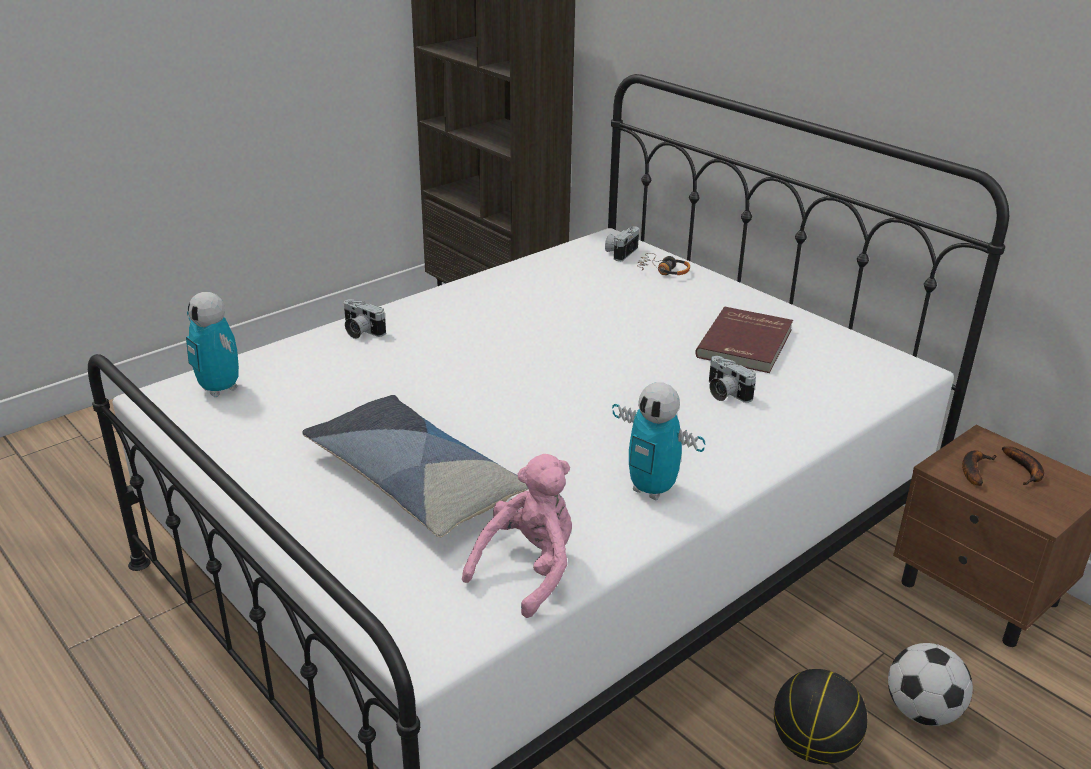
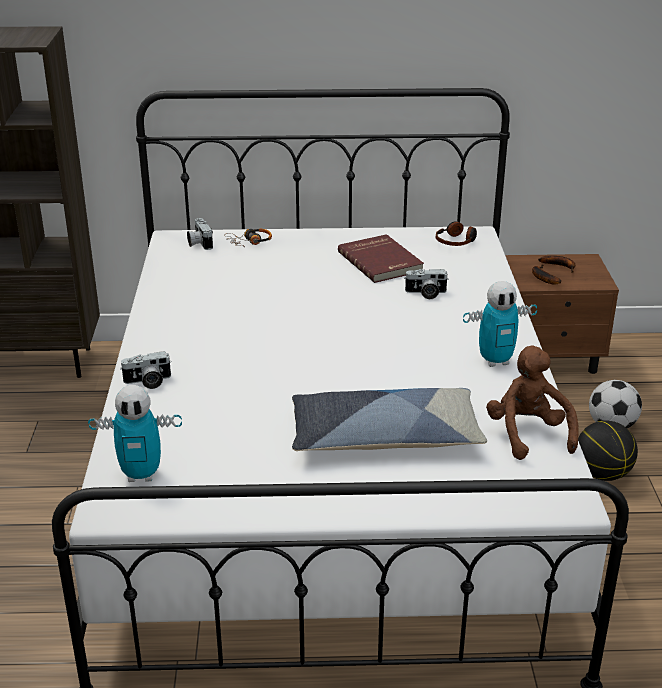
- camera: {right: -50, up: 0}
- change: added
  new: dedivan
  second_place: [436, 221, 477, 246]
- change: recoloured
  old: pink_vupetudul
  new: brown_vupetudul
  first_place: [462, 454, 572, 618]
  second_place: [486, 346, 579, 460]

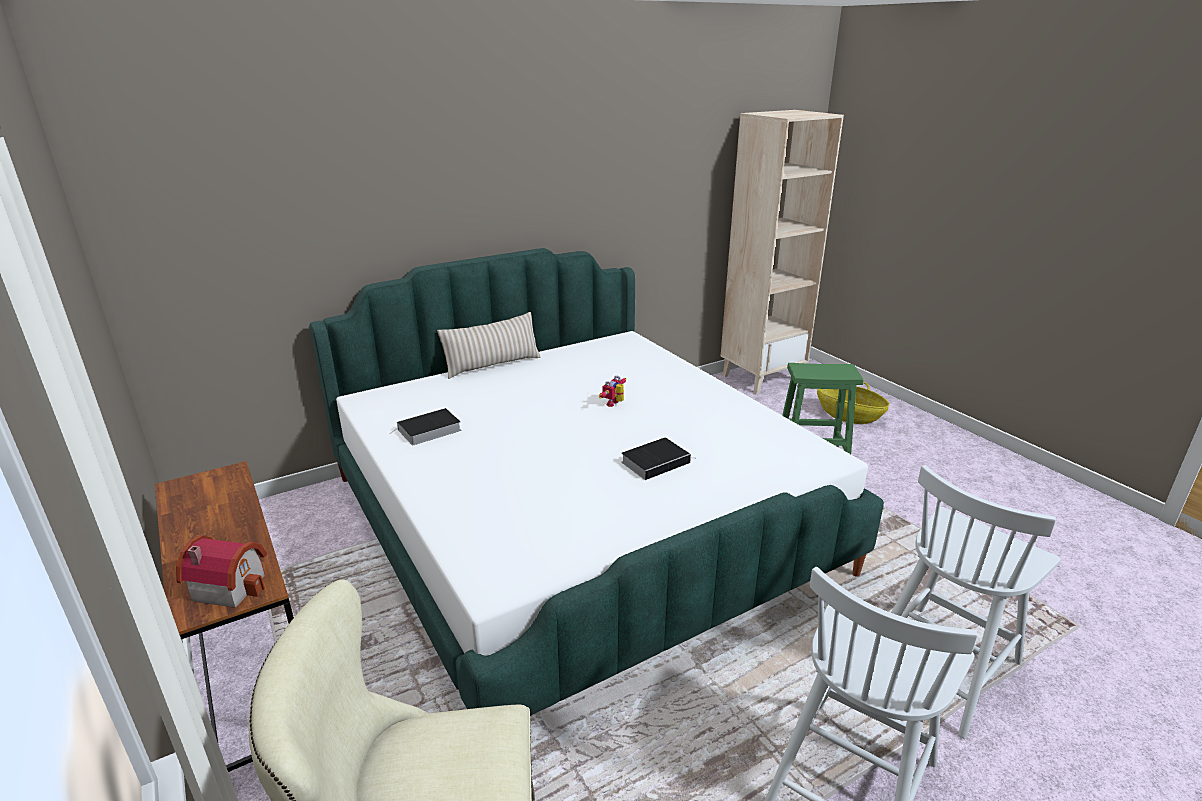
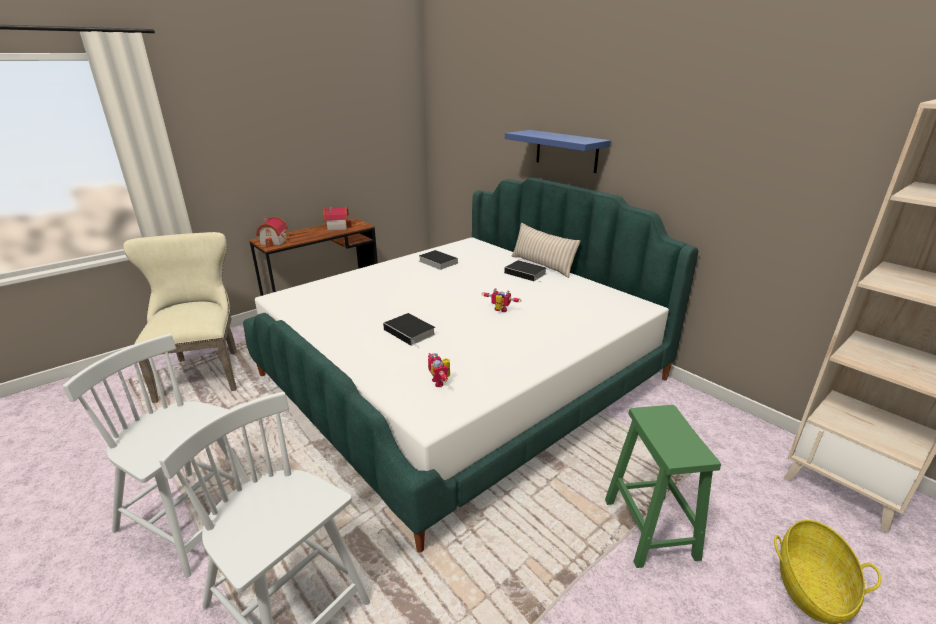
- camera: {right: 80, up: 0}
- change: added
  new: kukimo
  second_place: [323, 207, 352, 231]
- change: added
  new: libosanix
  second_place: [428, 353, 450, 387]
- change: added
  new: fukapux
  second_place: [504, 260, 546, 281]
- change: added
  new: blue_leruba
  second_place: [505, 130, 611, 173]

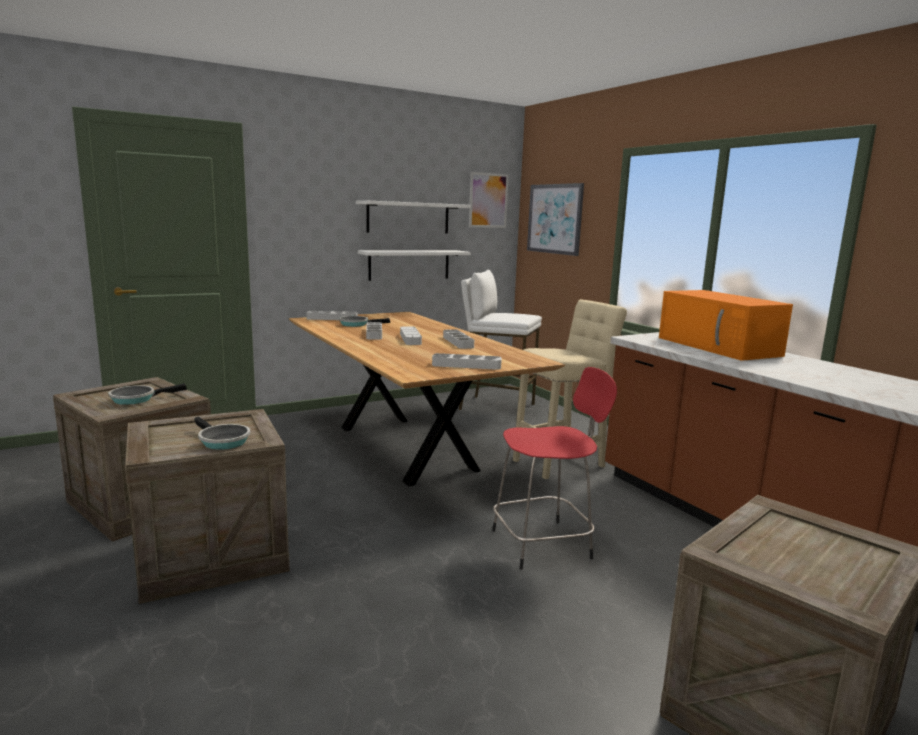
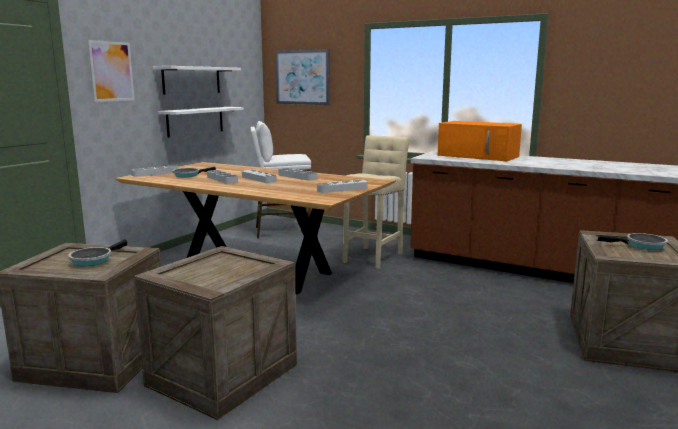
- camera: {right: -30, up: 0}
- change: removed
  old: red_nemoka
  first_place: [492, 367, 617, 570]
- change: moved
  old: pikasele
  first_place: [194, 417, 250, 450]
  second_place: [597, 233, 668, 250]
- change: moved
  old: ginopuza
  first_place: [469, 172, 509, 228]
  second_place: [87, 40, 135, 102]

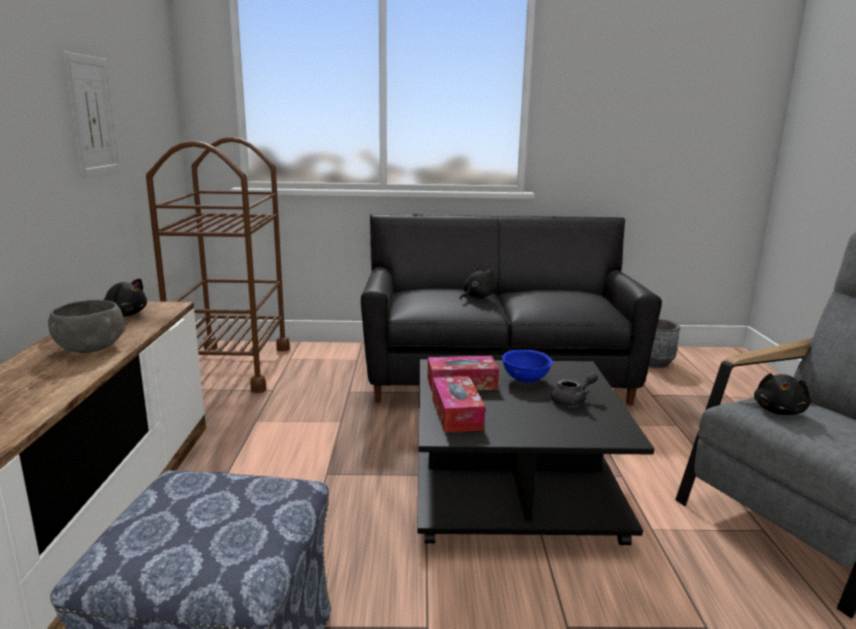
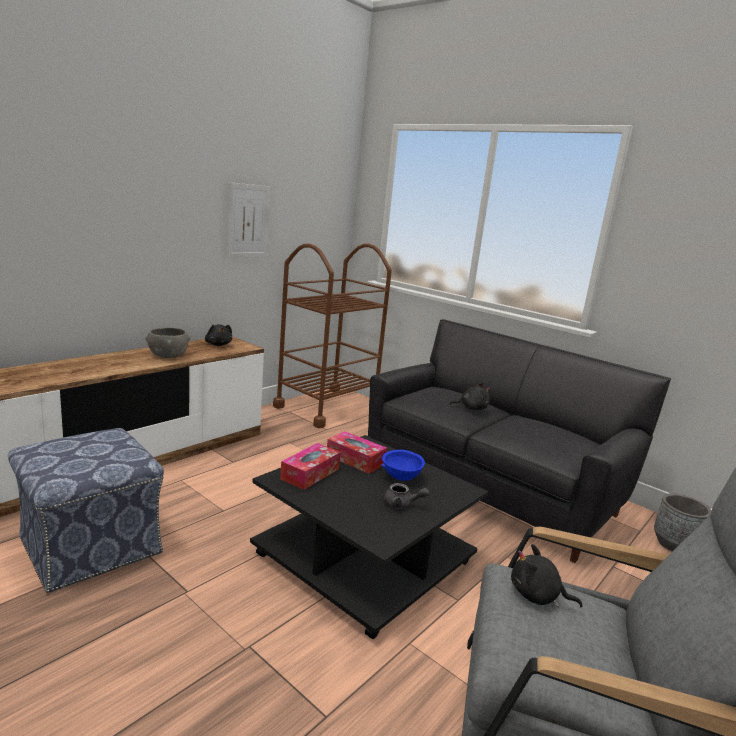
- camera: {right: 40, up: 0}
- change: turned
  old: black_vupetudul
  first_place: [754, 373, 811, 415]
  second_place: [511, 544, 583, 608]
  degrees: 45

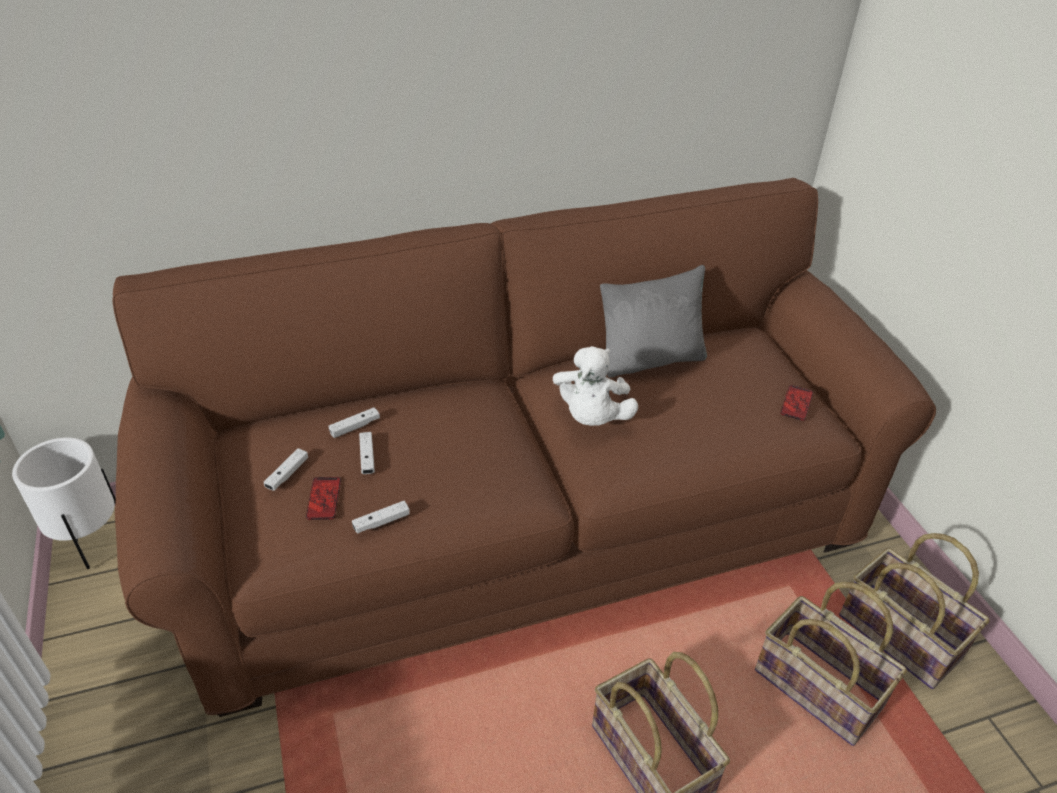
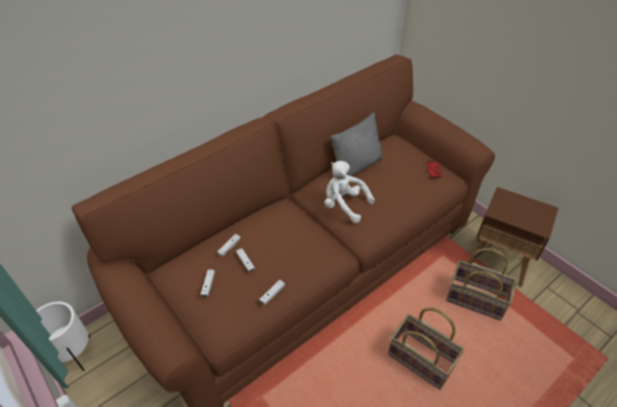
- camera: {right: -20, up: 5}
- change: removed
  old: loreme
  first_place: [306, 477, 341, 520]
- change: replaced
  old: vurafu
  new: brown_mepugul
  first_place: [839, 533, 990, 689]
  second_place: [467, 187, 558, 287]
- change: turned
  old: white_vupetudul
  first_place: [553, 346, 638, 426]
  second_place: [324, 161, 375, 223]
  degrees: 135

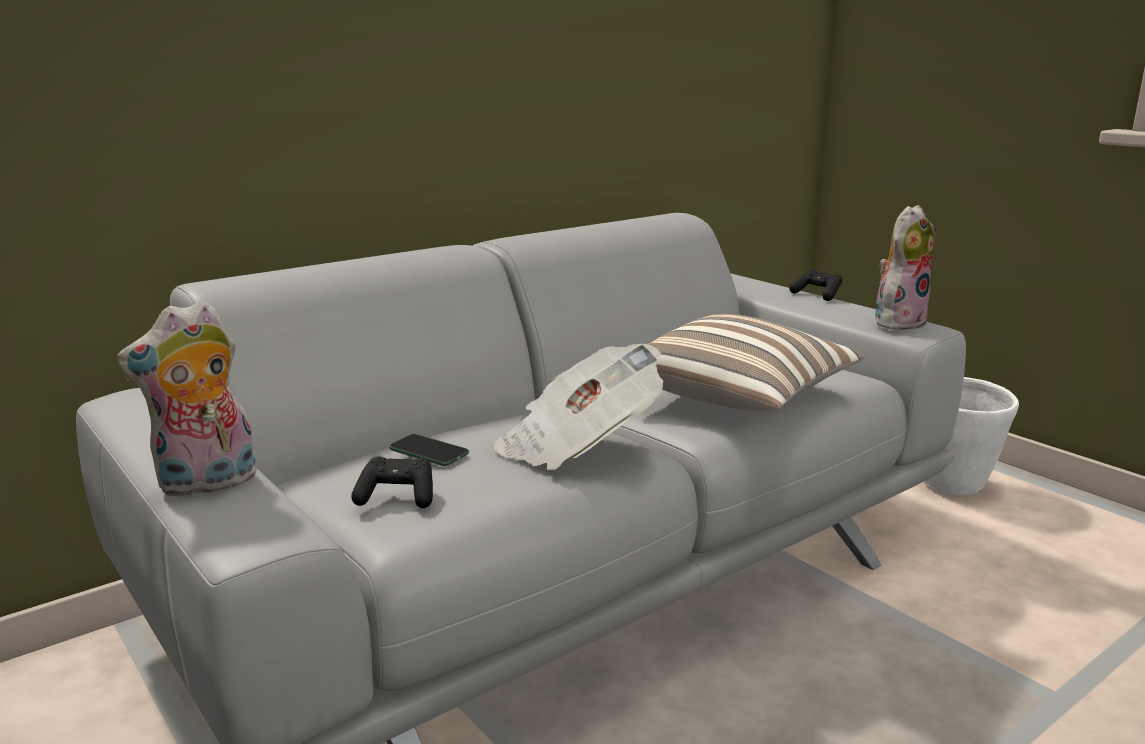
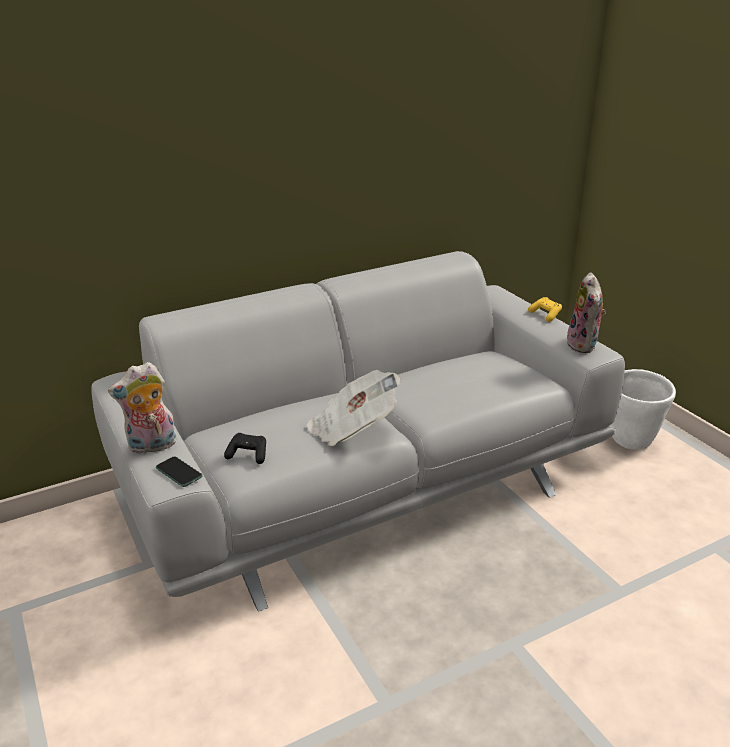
- camera: {right: 10, up: 10}
- change: removed
  old: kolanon
  first_place: [649, 314, 865, 411]
- change: moved
  old: loreme
  first_place: [389, 434, 469, 466]
  second_place: [156, 456, 203, 487]
- change: recoloured
  old: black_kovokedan
  new: yellow_kovokedan
  first_place: [789, 270, 842, 301]
  second_place: [528, 297, 562, 322]
- change: turned
  old: vupetudul
  first_place: [875, 205, 936, 330]
  second_place: [567, 272, 606, 353]
  degrees: 120

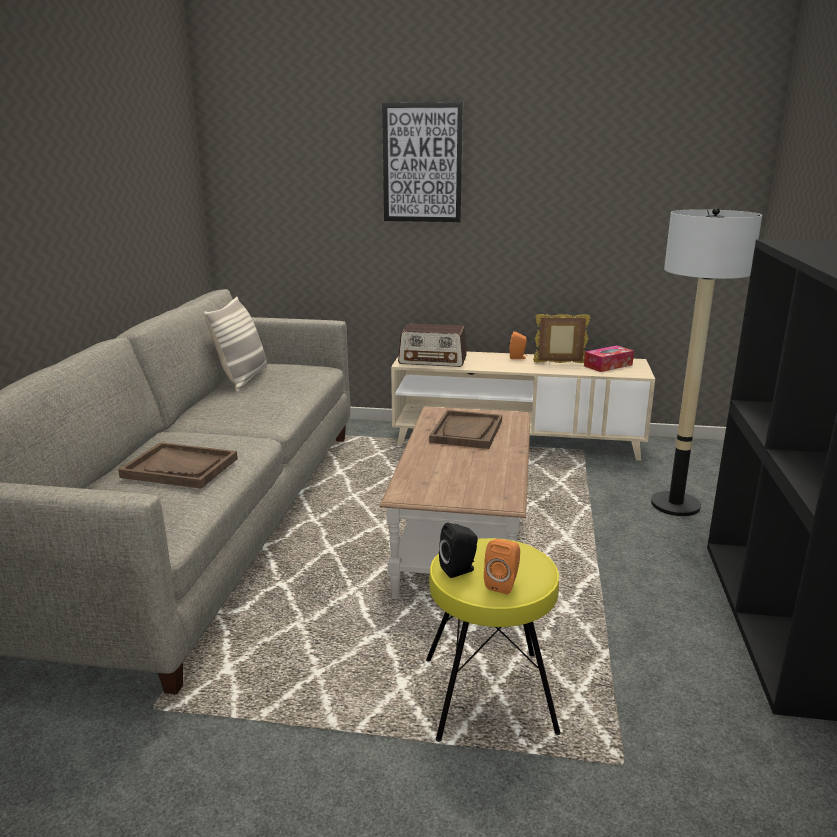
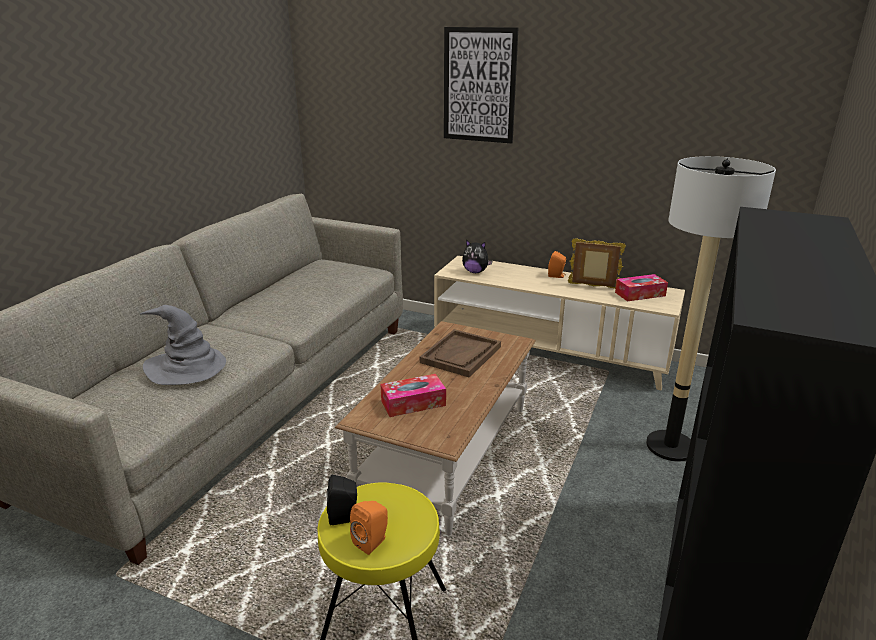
- camera: {right: 15, up: 5}
- change: removed
  old: kolanon
  first_place: [203, 296, 267, 392]
- change: added
  new: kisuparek
  second_place: [380, 374, 446, 417]
- change: replaced
  old: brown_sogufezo
  new: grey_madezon
  first_place: [118, 442, 238, 489]
  second_place: [140, 305, 226, 385]
- change: replaced
  old: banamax
  new: vupetudul
  first_place: [398, 324, 467, 367]
  second_place: [462, 240, 493, 273]

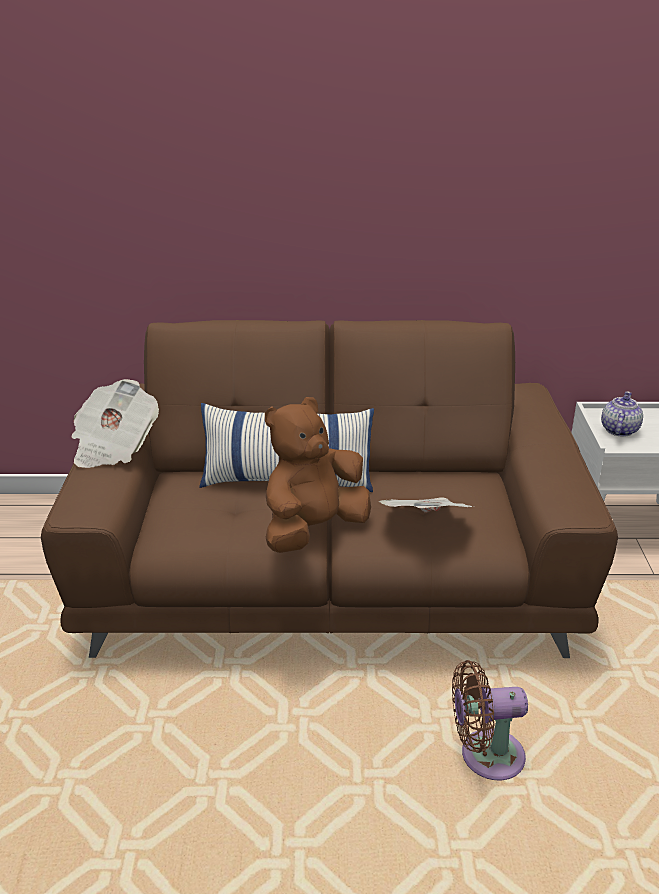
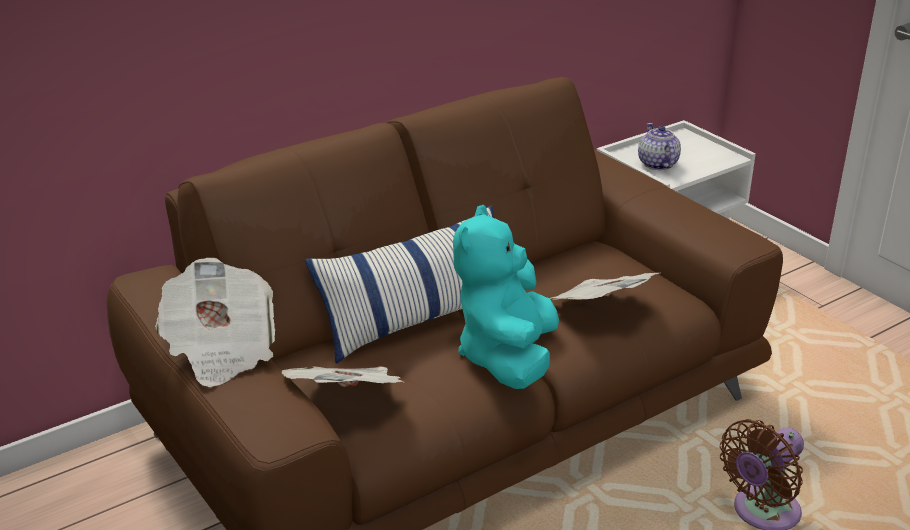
- camera: {right: -35, up: 0}
- change: added
  new: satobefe
  second_place: [282, 367, 404, 387]
- change: recoloured
  old: brown_vupetudul
  new: turquoise_vupetudul
  first_place: [265, 397, 371, 553]
  second_place: [453, 205, 559, 389]

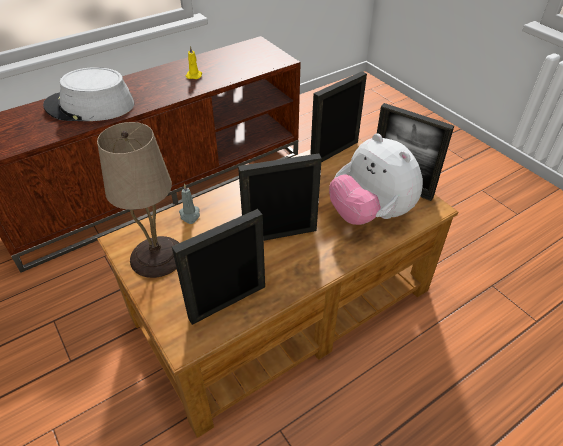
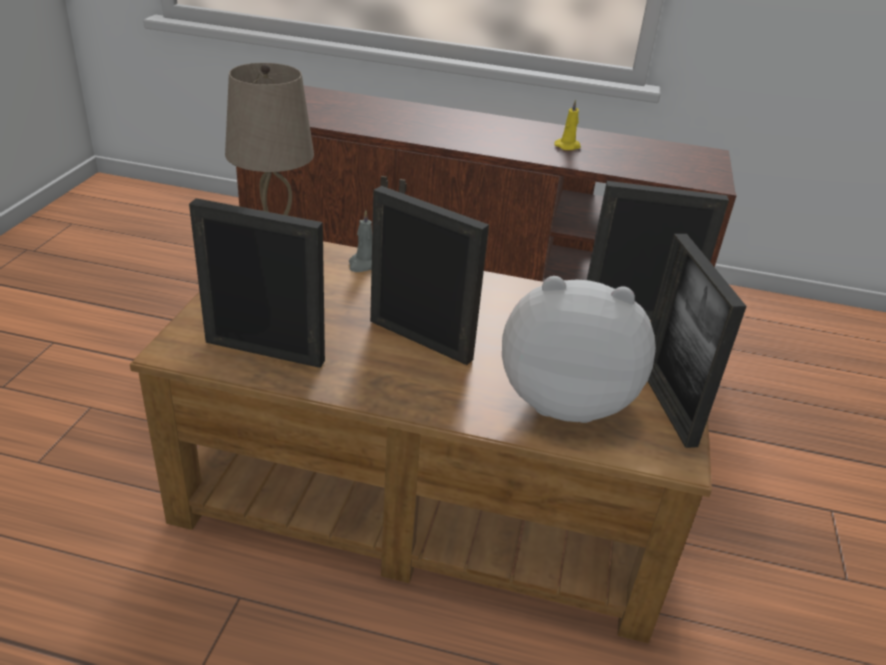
- camera: {right: 45, up: -10}
- change: removed
  old: grey_madezon
  first_place: [43, 67, 135, 121]
- change: turned
  old: vupetudul
  first_place: [329, 133, 423, 225]
  second_place: [502, 276, 656, 423]
  degrees: 90

